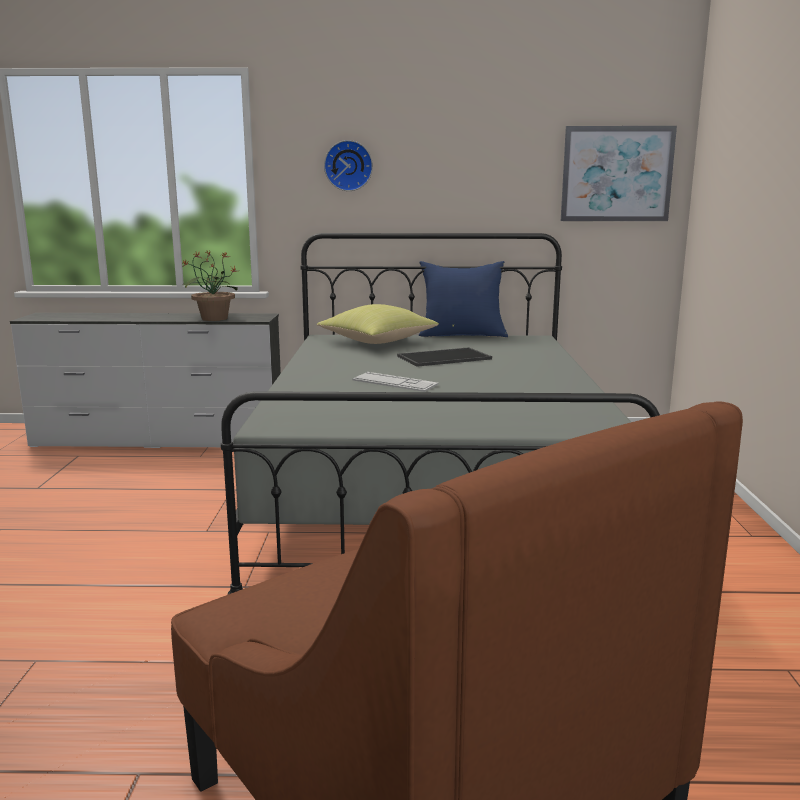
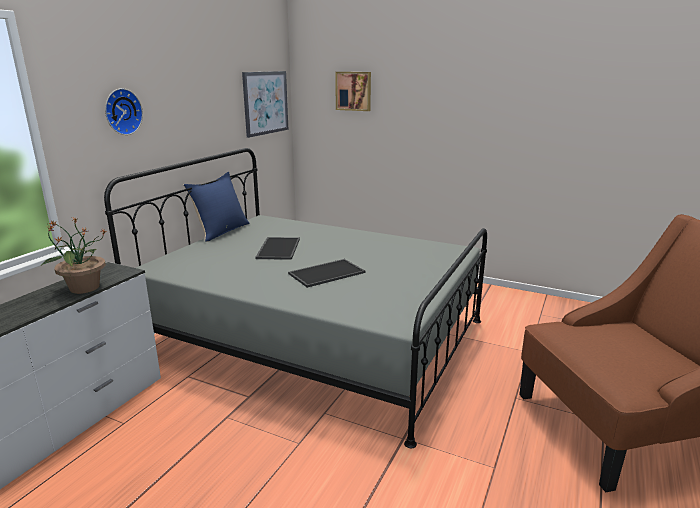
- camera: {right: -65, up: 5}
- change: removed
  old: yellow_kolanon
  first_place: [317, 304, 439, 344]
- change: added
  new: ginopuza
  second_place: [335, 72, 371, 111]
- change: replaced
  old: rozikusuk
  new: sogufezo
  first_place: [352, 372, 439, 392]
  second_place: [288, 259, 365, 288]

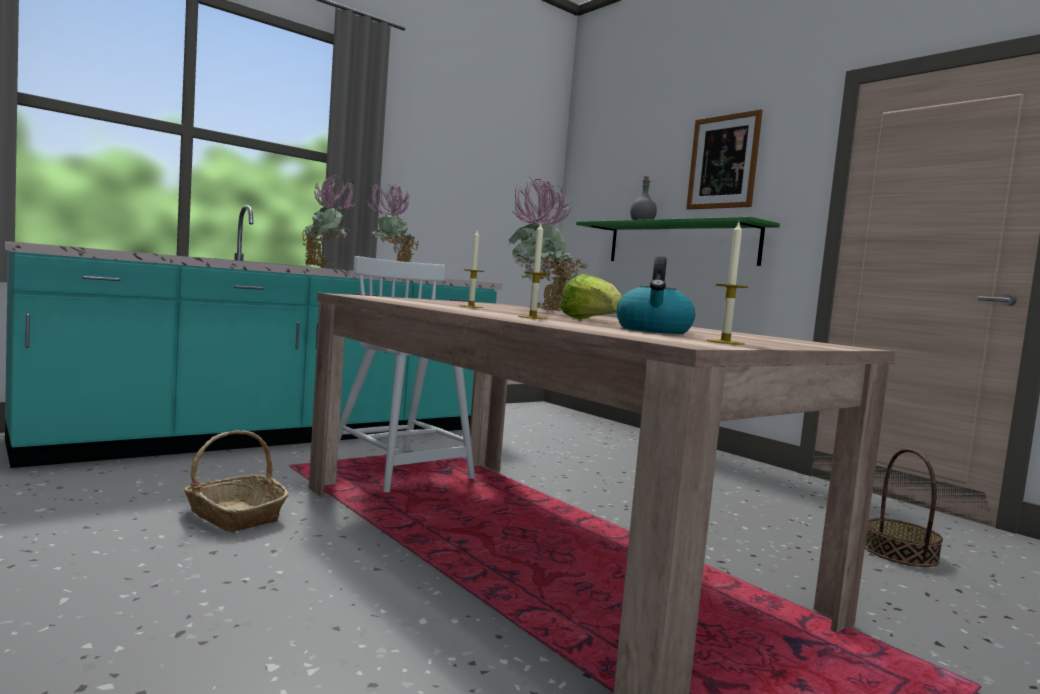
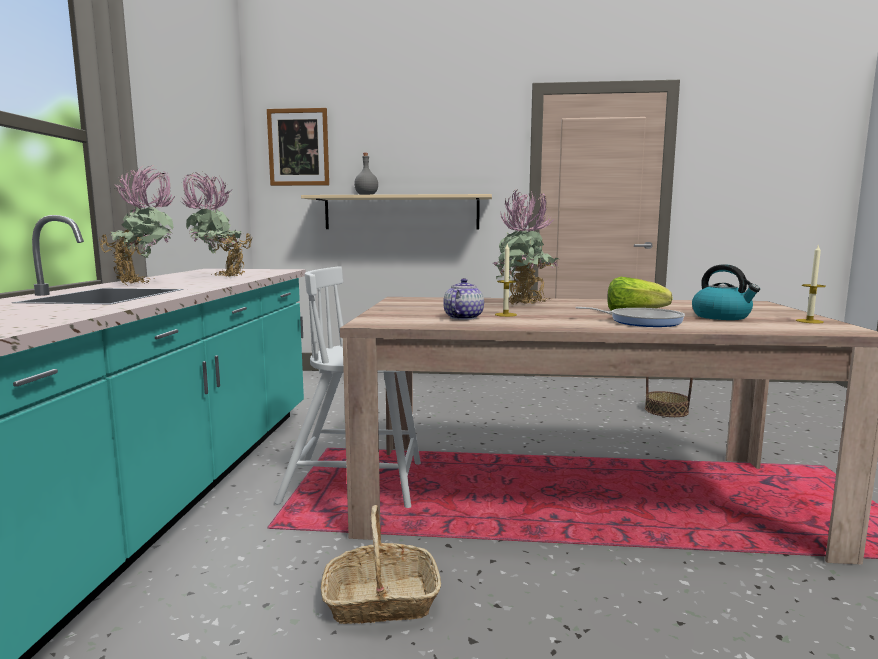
- camera: {right: -45, up: 5}
- change: added
  new: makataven
  second_place: [443, 278, 484, 320]
- change: moved
  old: ginopuza
  first_place: [686, 109, 763, 210]
  second_place: [267, 108, 329, 186]
- change: replaced
  old: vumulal
  new: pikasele
  first_place: [518, 224, 549, 319]
  second_place: [575, 307, 685, 327]
- change: recoloured
  old: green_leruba
  new: beige_leruba
  first_place: [576, 217, 780, 266]
  second_place: [301, 194, 492, 229]

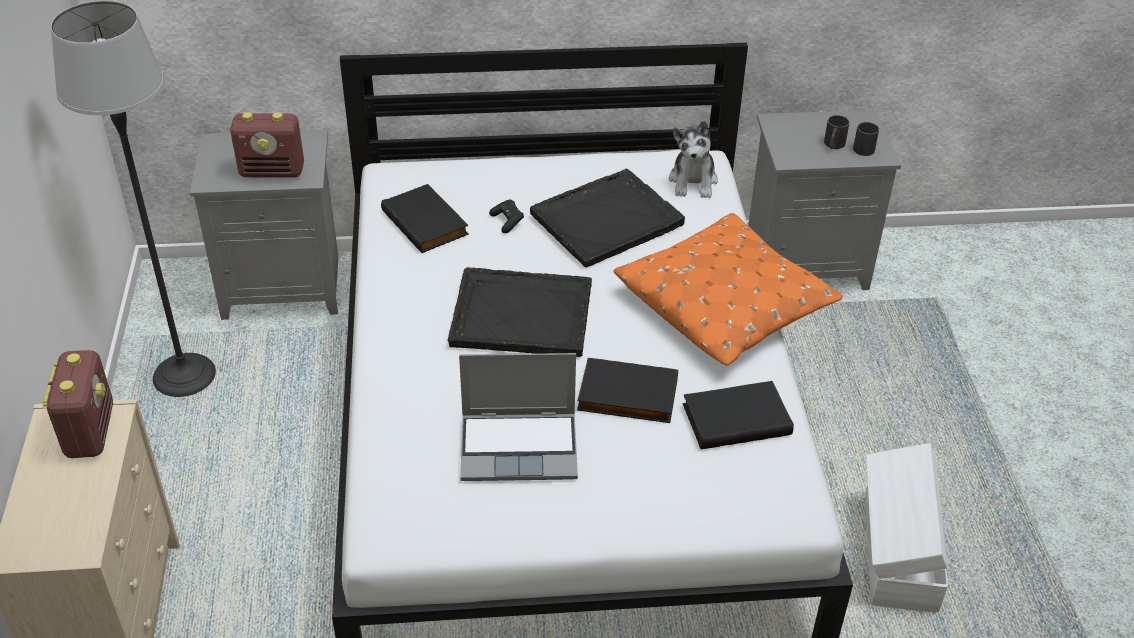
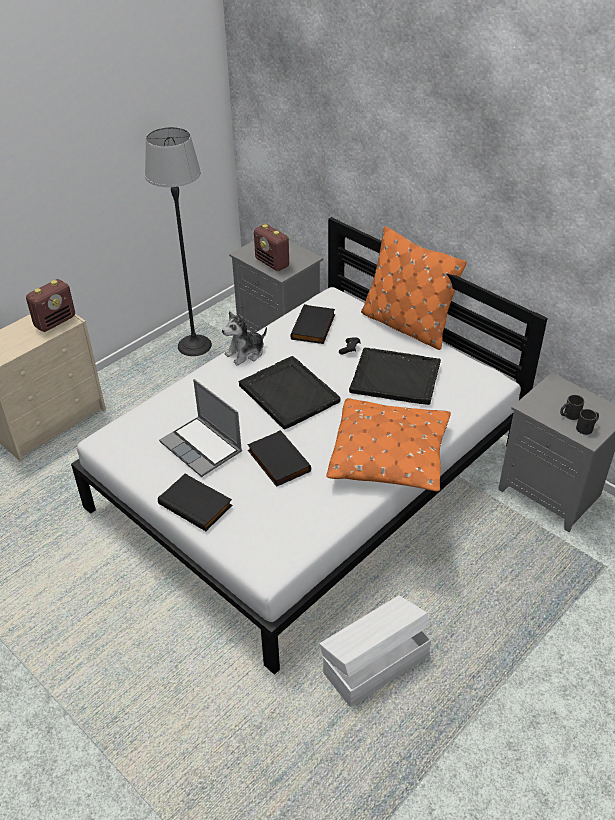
- camera: {right: 50, up: 0}
- change: added
  new: orange_kolanon
  second_place: [361, 226, 467, 350]
- change: moved
  old: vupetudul
  first_place: [669, 120, 718, 198]
  second_place: [222, 311, 267, 366]
- change: moved
  old: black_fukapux
  first_place: [683, 381, 794, 449]
  second_place: [158, 474, 232, 531]

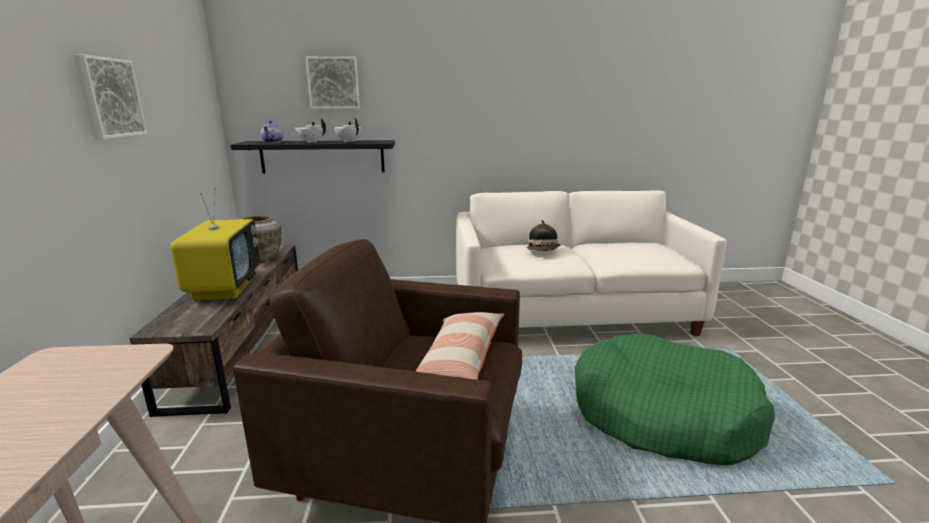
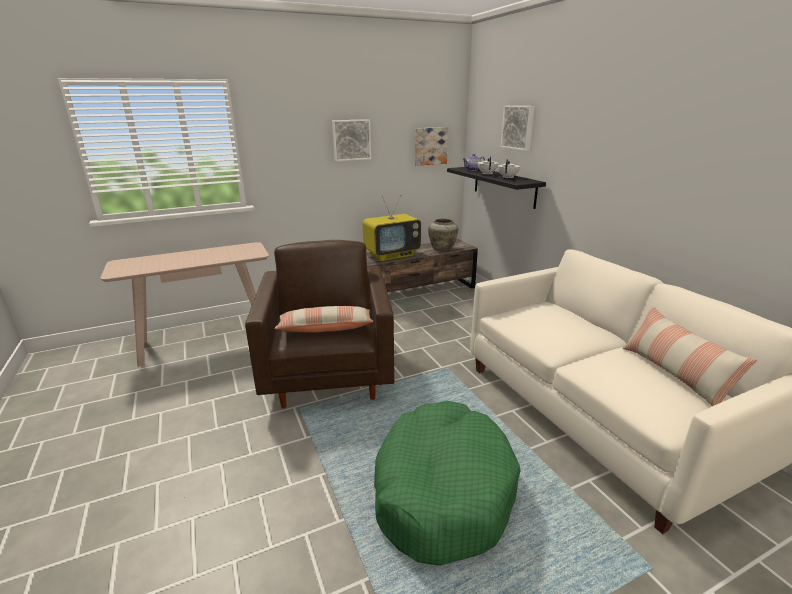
- camera: {right: 70, up: 5}
- change: removed
  old: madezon
  first_place: [526, 220, 560, 251]
- change: added
  new: ginopuza
  second_place: [415, 127, 448, 166]
- change: added
  new: kolanon
  second_place: [622, 306, 757, 406]

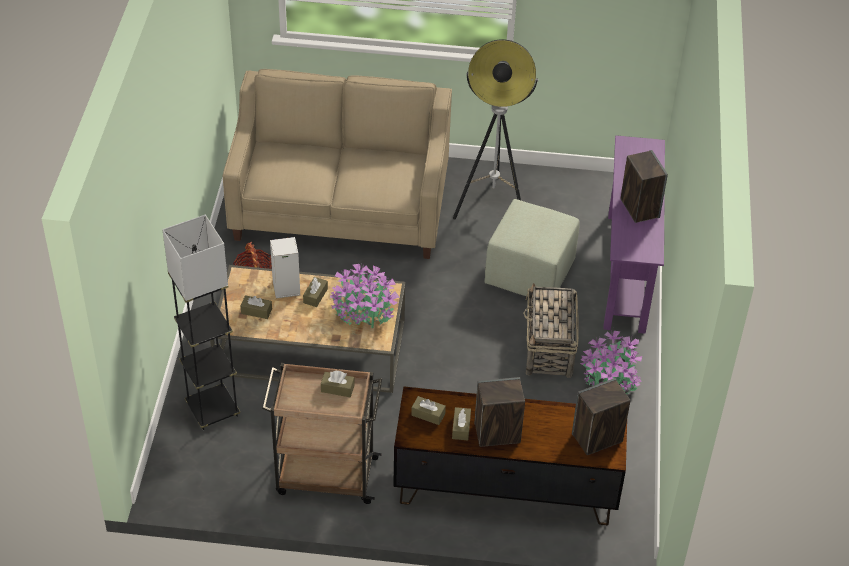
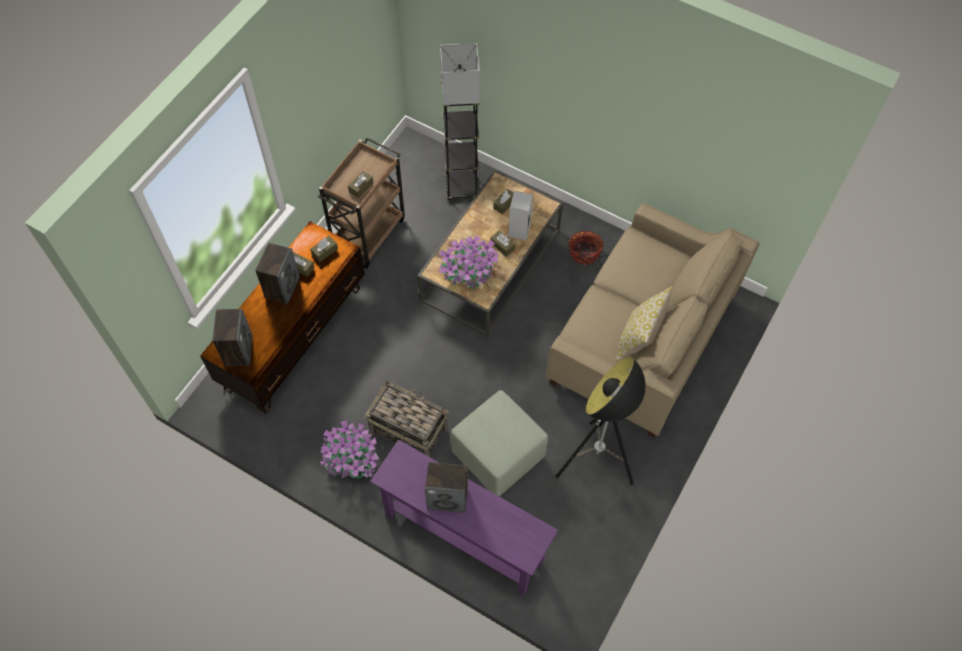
- camera: {right: 115, up: 15}
- change: added
  new: kolanon
  second_place: [616, 286, 673, 362]

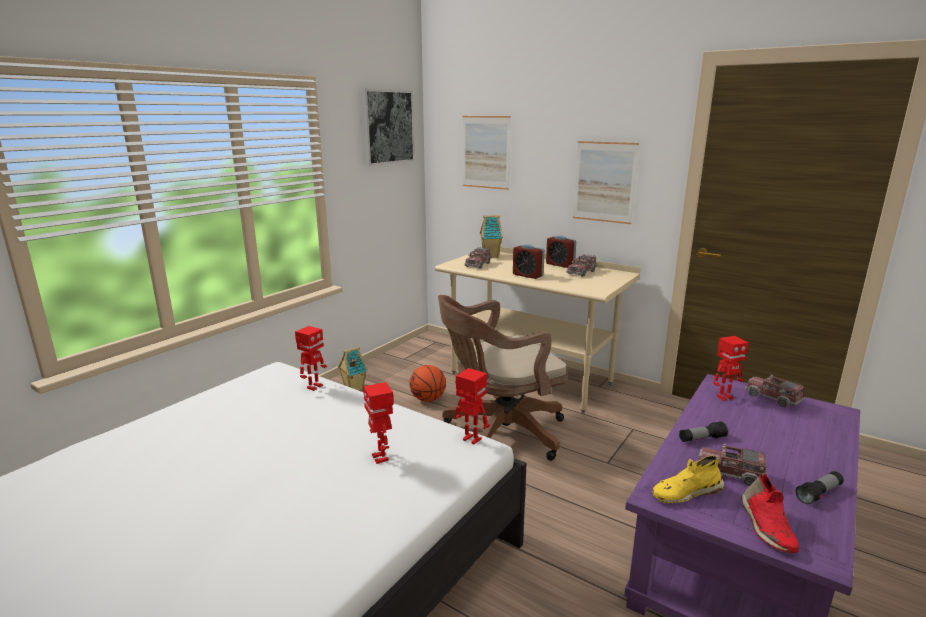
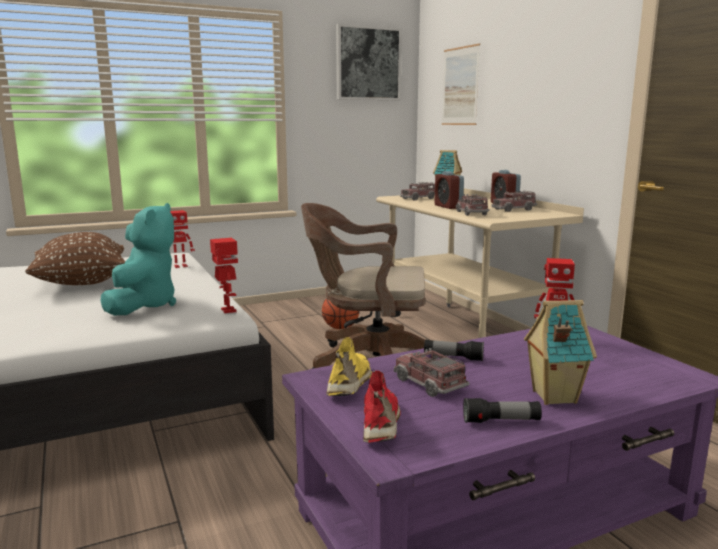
- camera: {right: 30, up: -5}
- change: removed
  old: ginopuza
  first_place: [573, 141, 639, 224]
- change: added
  new: brown_kolanon
  second_place: [25, 232, 125, 285]
- change: moved
  old: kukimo
  first_place: [338, 347, 368, 391]
  second_place: [524, 300, 597, 405]
- change: moved
  old: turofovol
  first_place: [745, 375, 805, 407]
  second_place: [456, 194, 490, 216]
- change: replaced
  old: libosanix
  new: turquoise_vupetudul
  first_place: [363, 382, 394, 464]
  second_place: [101, 203, 176, 315]
- change: turned
  old: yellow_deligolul
  first_place: [652, 455, 725, 503]
  second_place: [326, 337, 372, 396]
  degrees: 90
- change: turned
  old: red_deligolul
  first_place: [741, 473, 800, 553]
  second_place: [363, 371, 401, 443]
  degrees: 150

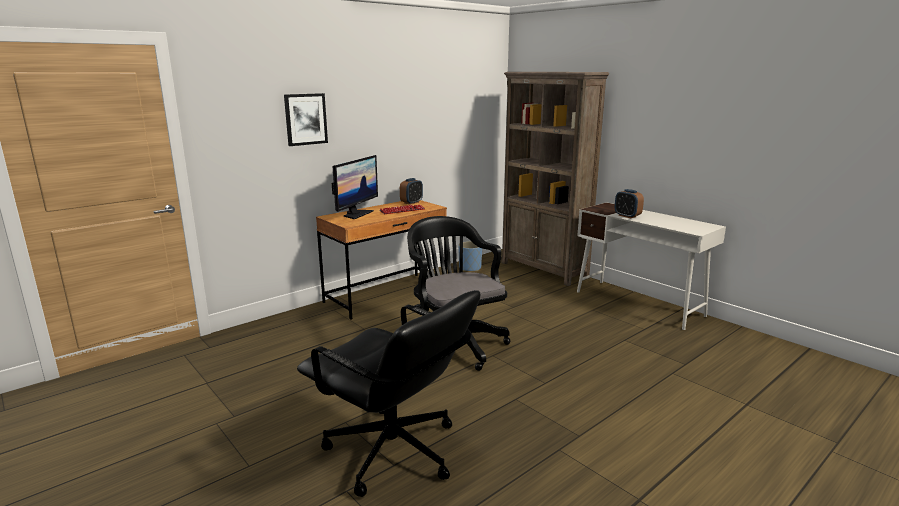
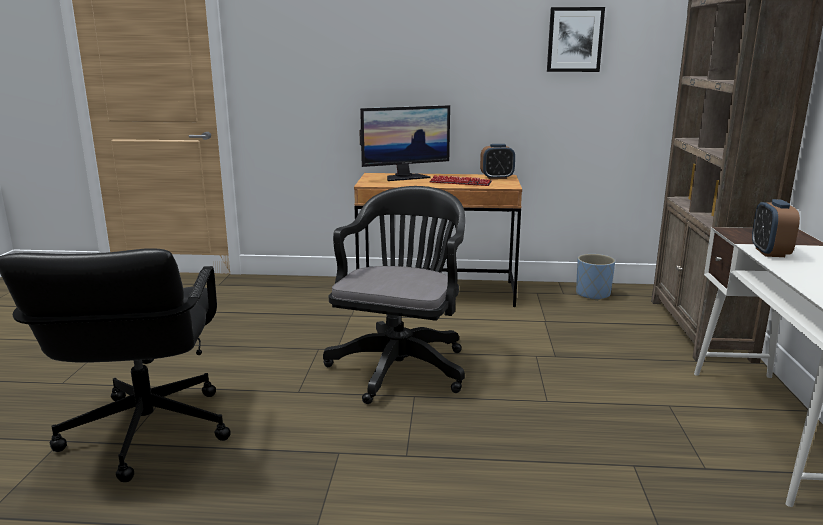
- camera: {right: 45, up: 0}
- change: moved
  old: ginopuza
  first_place: [284, 93, 328, 146]
  second_place: [547, 7, 605, 72]

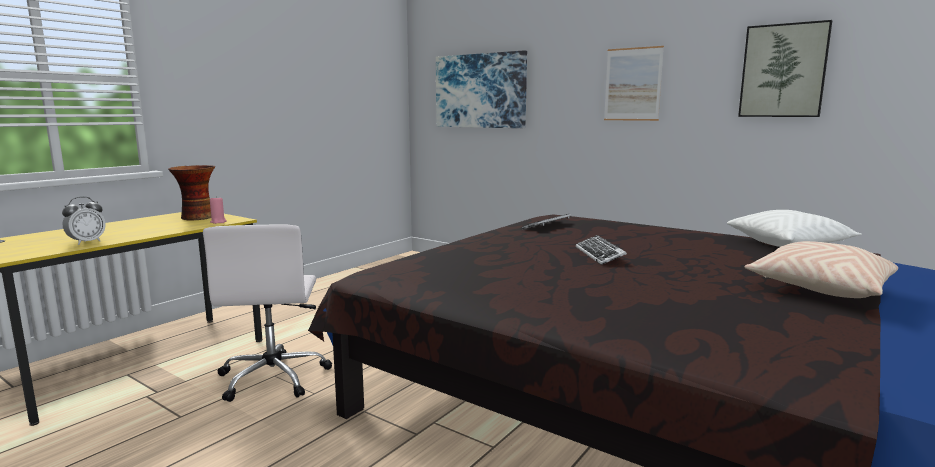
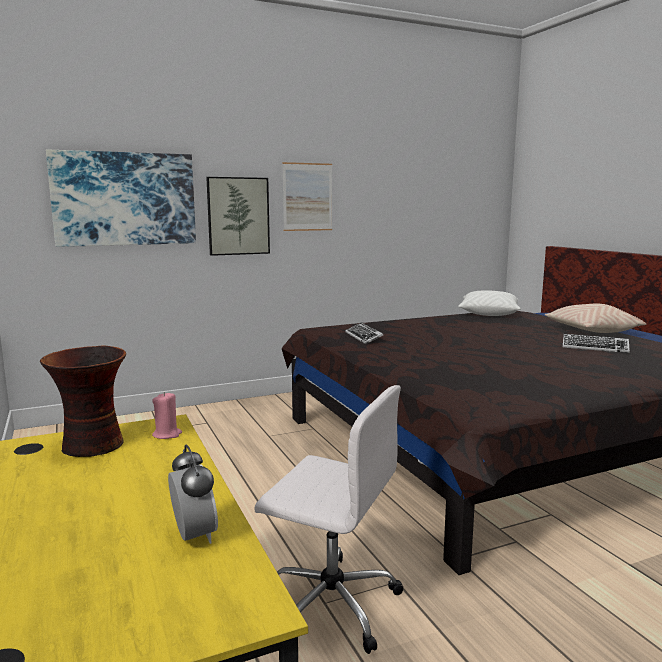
- camera: {right: -60, up: 0}
- change: moved
  old: rozikusuk
  first_place: [576, 235, 627, 265]
  second_place: [563, 334, 630, 353]
- change: moved
  old: ginopuza
  first_place: [738, 20, 832, 117]
  second_place: [206, 177, 270, 256]

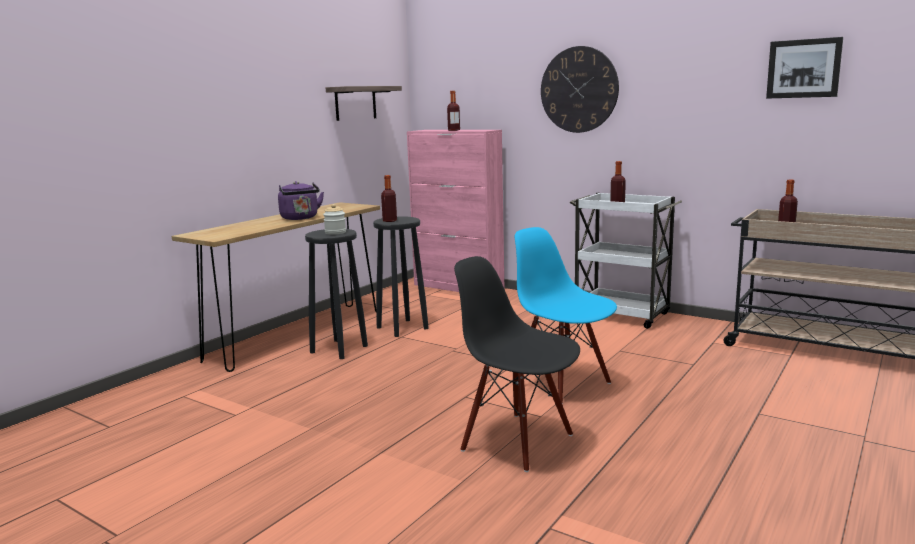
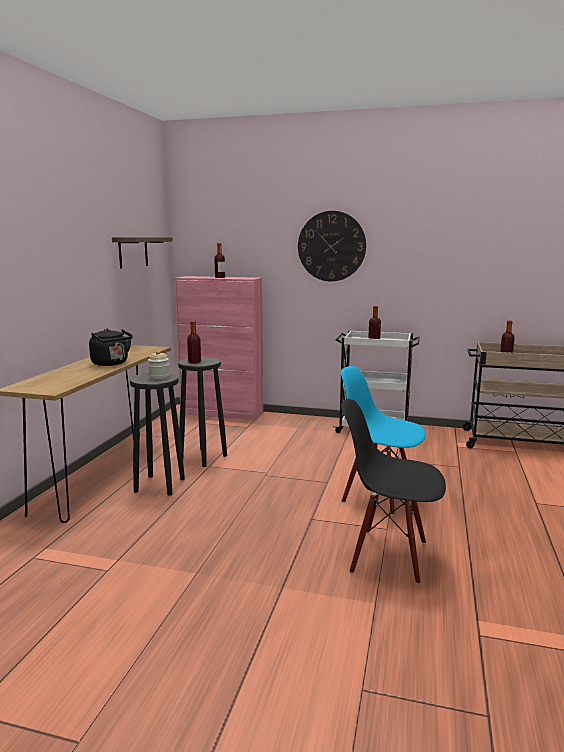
- camera: {right: -20, up: 0}
- change: removed
  old: ginopuza
  first_place: [766, 37, 843, 99]
- change: recoloured
  old: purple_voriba
  new: black_voriba
  first_place: [278, 181, 324, 220]
  second_place: [89, 328, 133, 366]

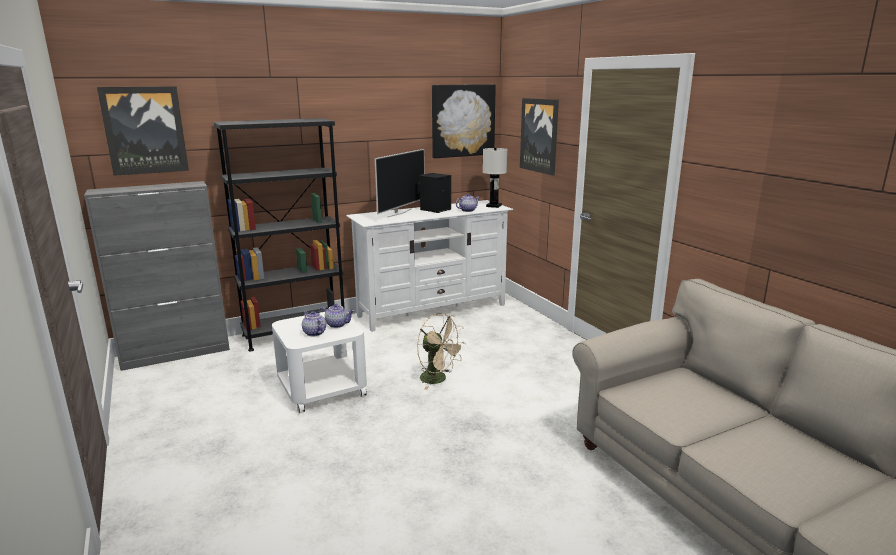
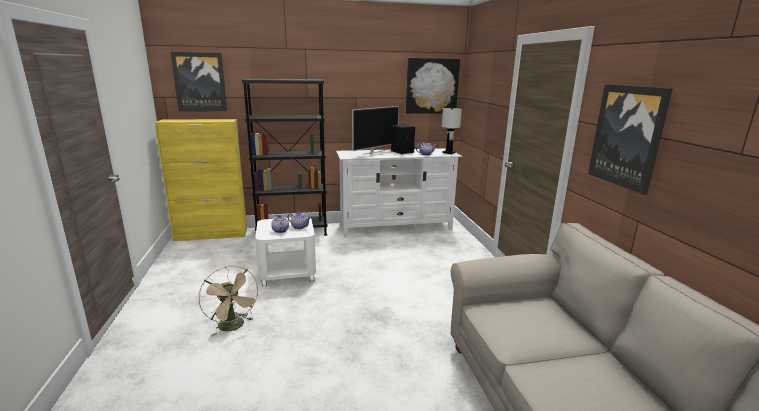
- camera: {right: 15, up: 0}
- change: moved
  old: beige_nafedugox
  first_place: [417, 313, 466, 390]
  second_place: [199, 266, 260, 337]
- change: moved
  old: ginopuza
  first_place: [520, 98, 559, 175]
  second_place: [588, 84, 672, 195]
- change: recoloured
  old: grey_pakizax
  new: yellow_pakizax
  first_place: [84, 181, 230, 371]
  second_place: [155, 119, 247, 241]

